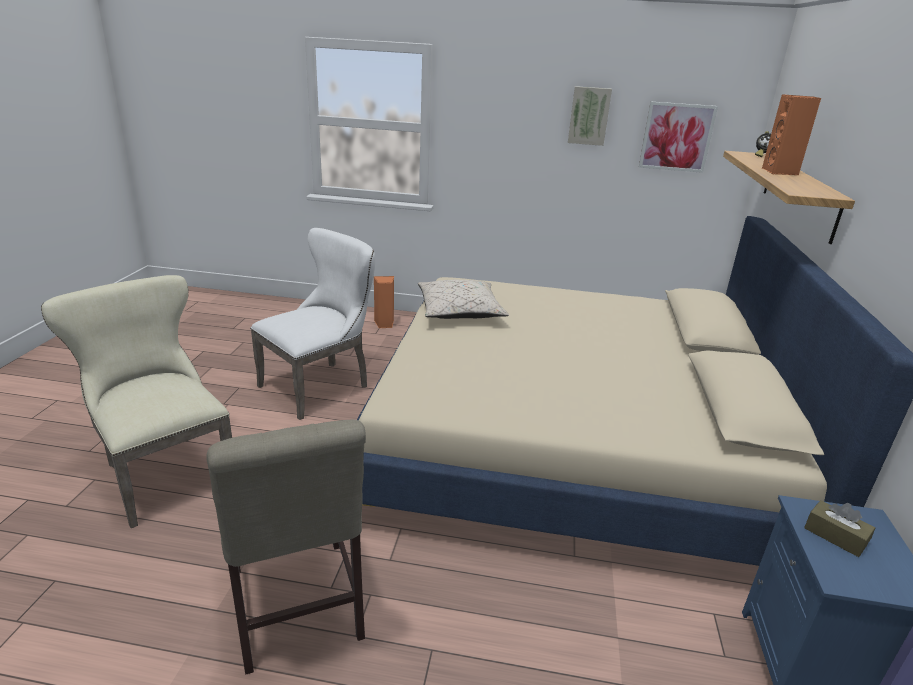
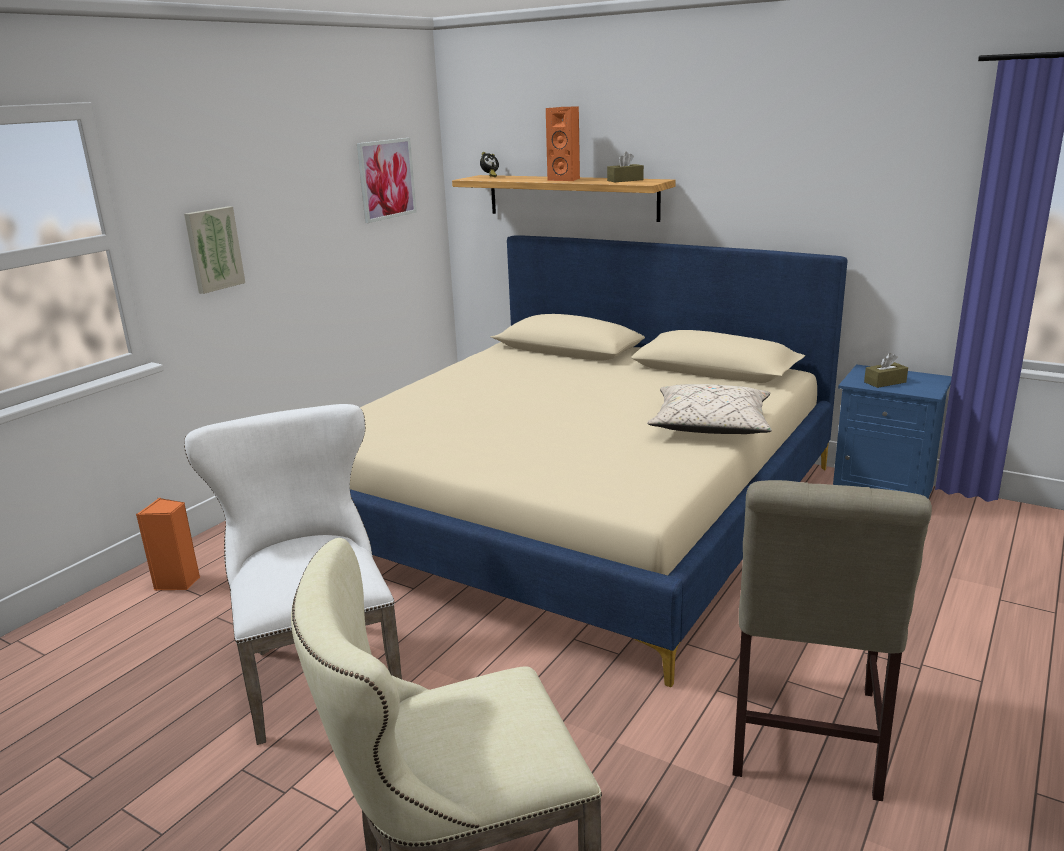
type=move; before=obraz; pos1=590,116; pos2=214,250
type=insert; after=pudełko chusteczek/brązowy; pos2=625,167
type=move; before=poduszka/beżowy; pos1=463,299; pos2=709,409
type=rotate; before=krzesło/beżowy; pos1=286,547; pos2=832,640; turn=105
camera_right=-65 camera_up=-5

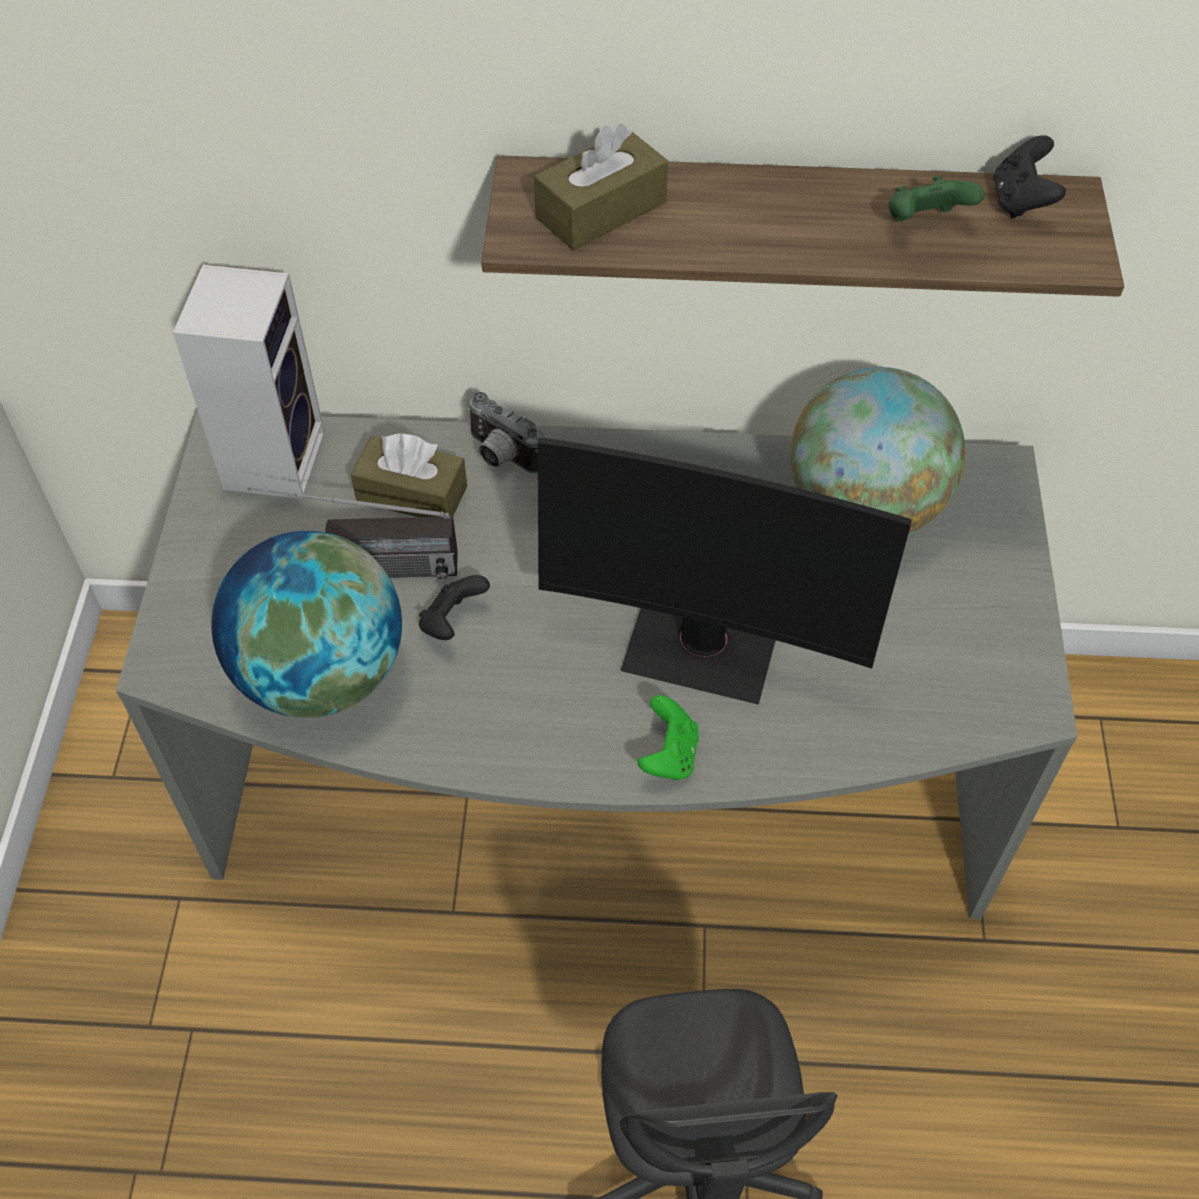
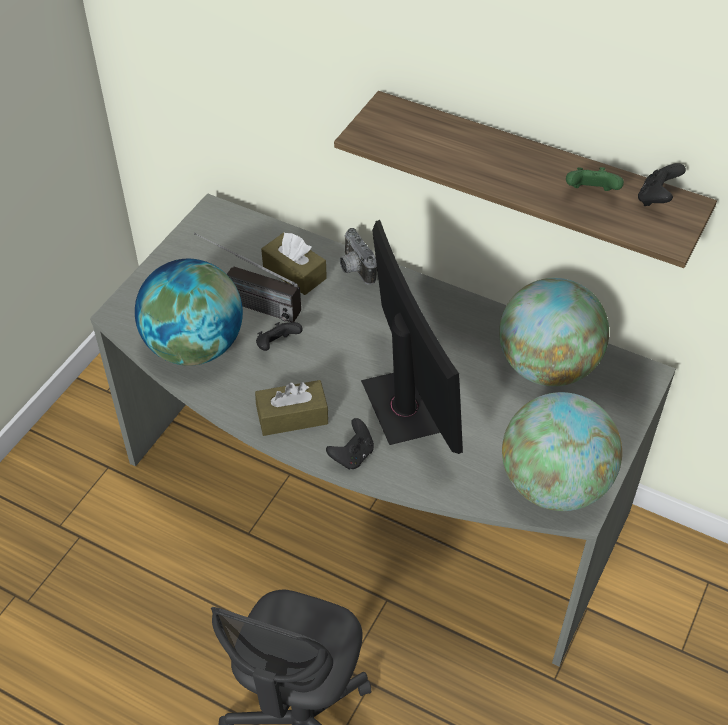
type=move; before=pudełko chusteczek/brązowy; pos1=601,187; pos2=291,408
type=recolor; before=pad do gier/zielony; after=pad do gier/czarny; pos1=668,737; pos2=350,443
type=rotate; before=monitor; pos1=725,571; pos2=412,337; turn=-150
type=insert; after=globus; pos2=562,451
type=delete; before=głośnik; pos1=249,382
camera_right=25 camera_up=-5

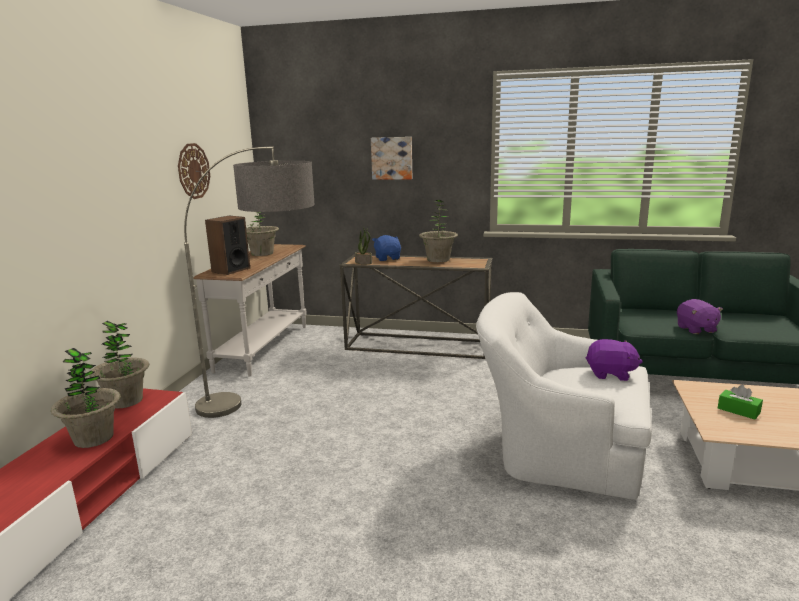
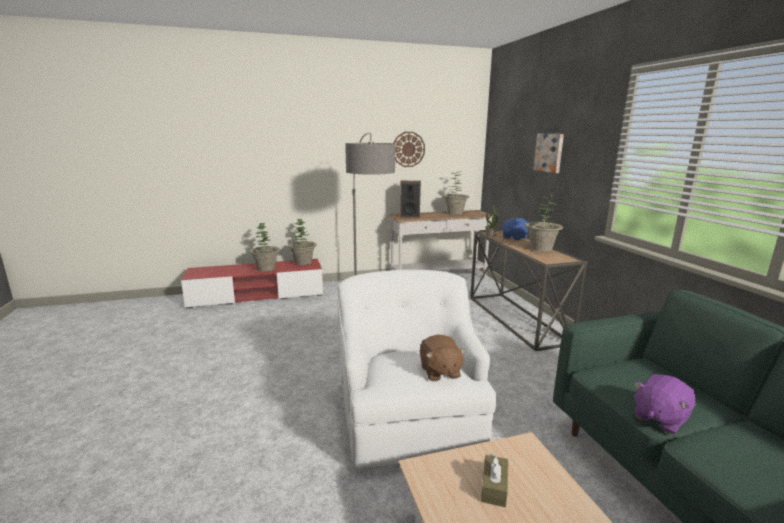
type=recolor; before=pluszak/fioletowy; after=pluszak/brązowy; pos1=614,360; pos2=443,358
type=recolor; before=pudełko chusteczek/zielony; after=pudełko chusteczek/brązowy; pos1=740,402; pos2=494,480
camera_right=60 camera_up=0

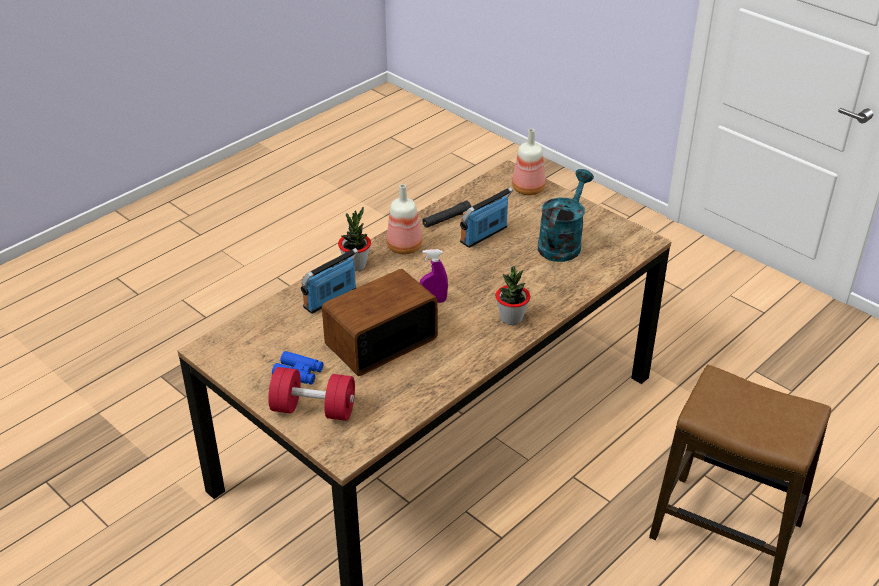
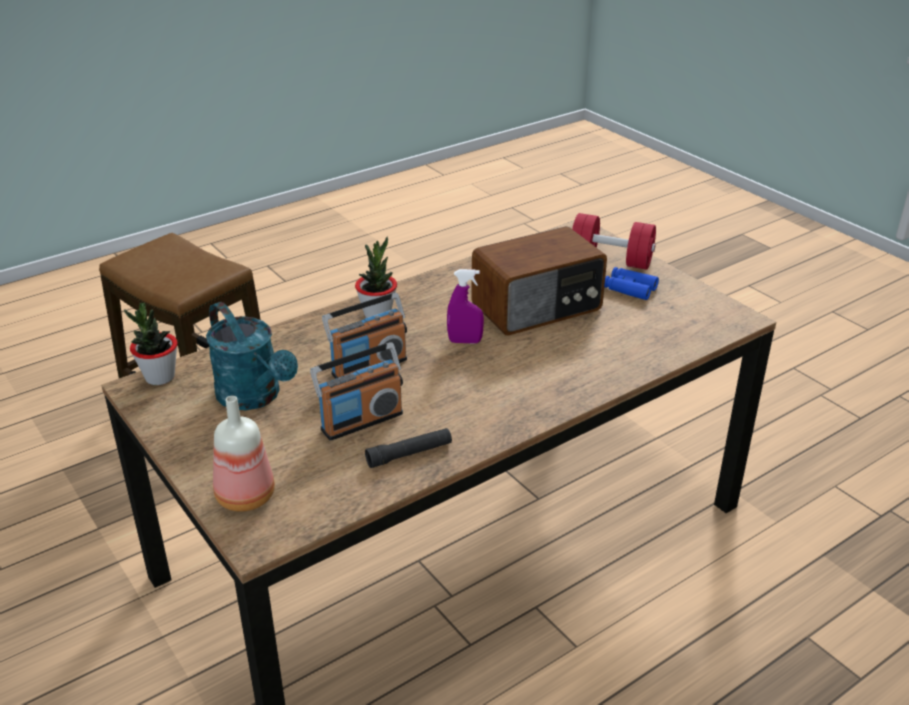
type=move; before=roślina doniczkowa; pos1=354,239; pos2=151,344
type=rotate; before=konewka/turkusowy; pos1=566,215; pos2=252,356; turn=-75
type=move; before=radio; pos1=329,281; pos2=364,336
type=delete; before=butelka; pos1=404,219
camera_right=-170 camera_up=-5

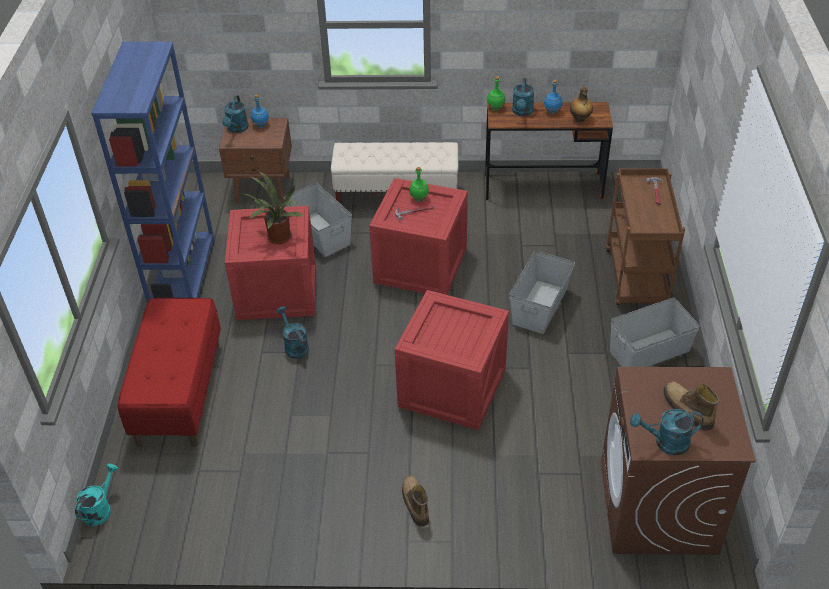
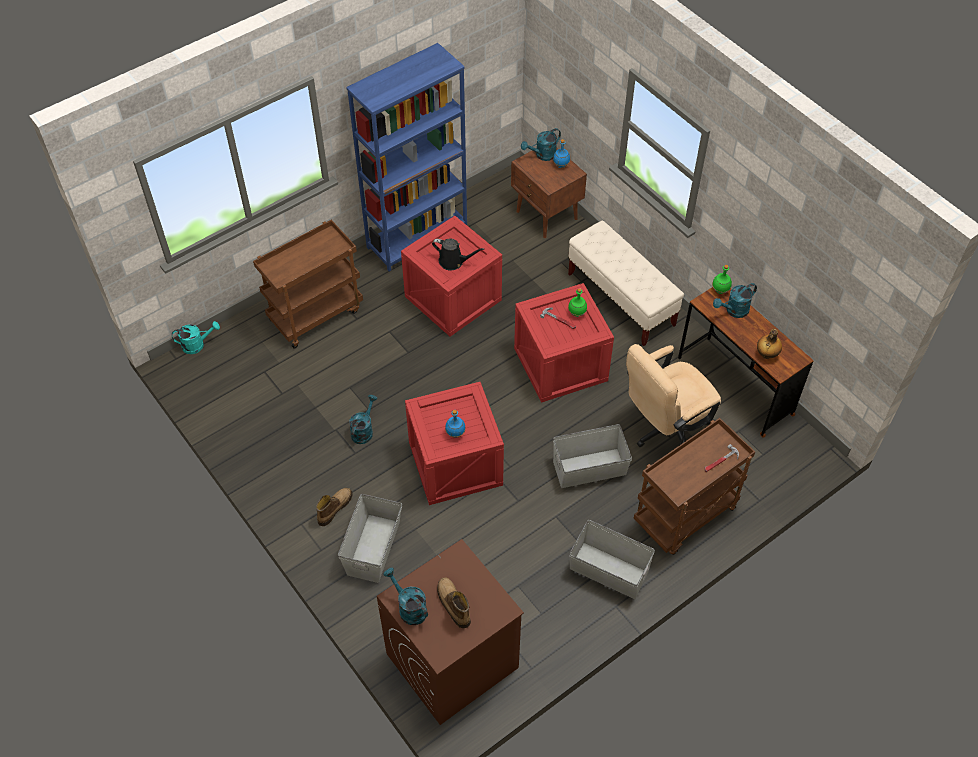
type=replace; before=ławka/czerwony; after=wózek/brązowy; pos1=169,372; pos2=308,284
type=move; before=pojemnik do przechowywania/szary; pos1=318,220; pos2=370,538
type=move; before=konewka/turkusowy; pos1=292,332; pos2=363,419
type=replace; before=roślina doniczkowa; after=konewka/czarny; pos1=273,208; pos2=458,254
type=rotate; before=but z cholewką; pos1=691,406; pos2=454,603; turn=-45
type=move; before=butelka/niebieski; pos1=553,97; pos2=455,424
type=insert; after=krzesło biurowe/beżowy; pos2=673,395
camera_right=50 camera_up=10

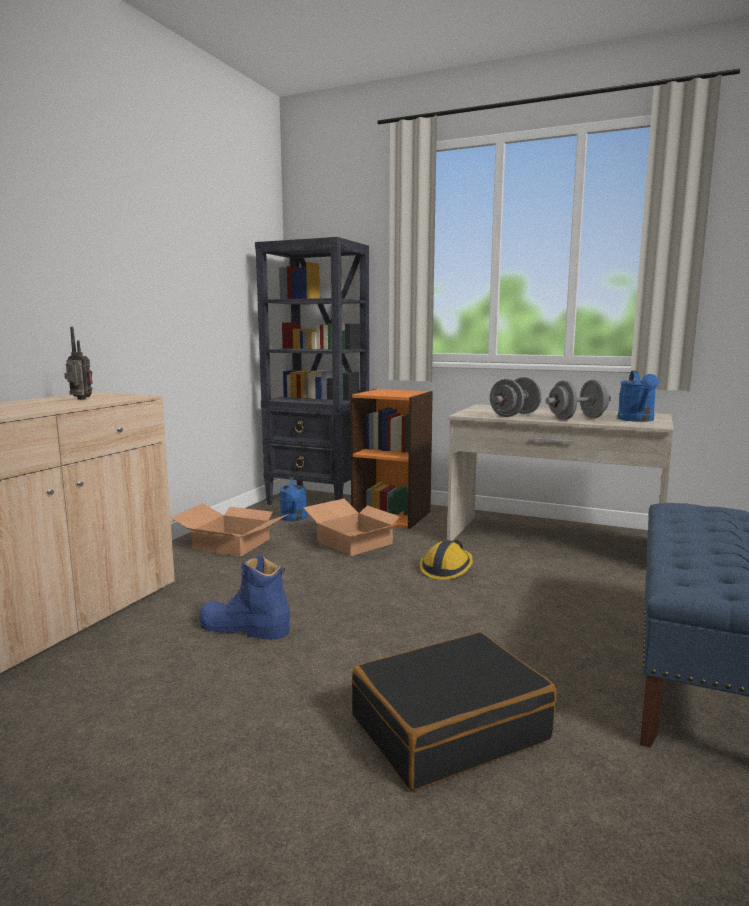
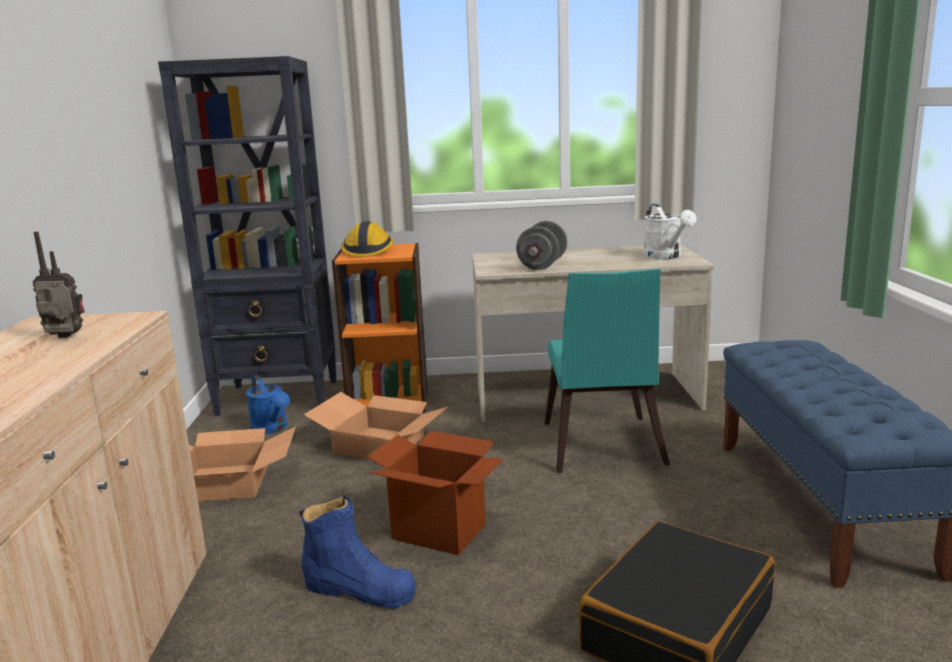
type=rotate; before=but z cholewką/niebieski; pos1=244,597; pos2=357,552; turn=-150
type=move; before=kask; pos1=446,560; pos2=367,239
type=insert; after=karton; pos2=435,493
type=insert; after=krzesło/turkusowy; pos2=607,371
type=recolor; before=konewka/niebieski; after=konewka/biały; pos1=638,396; pos2=670,231
type=delete; before=hantel/szary; pos1=578,400
camera_right=-25 camera_up=5

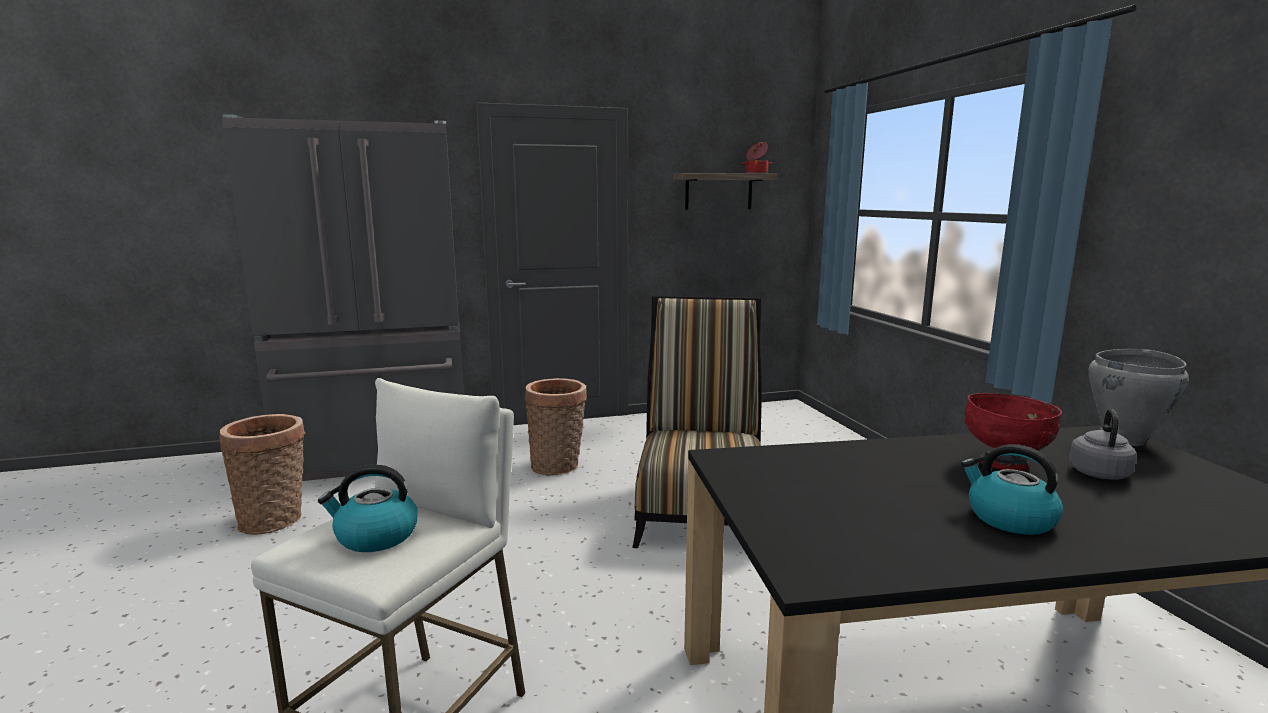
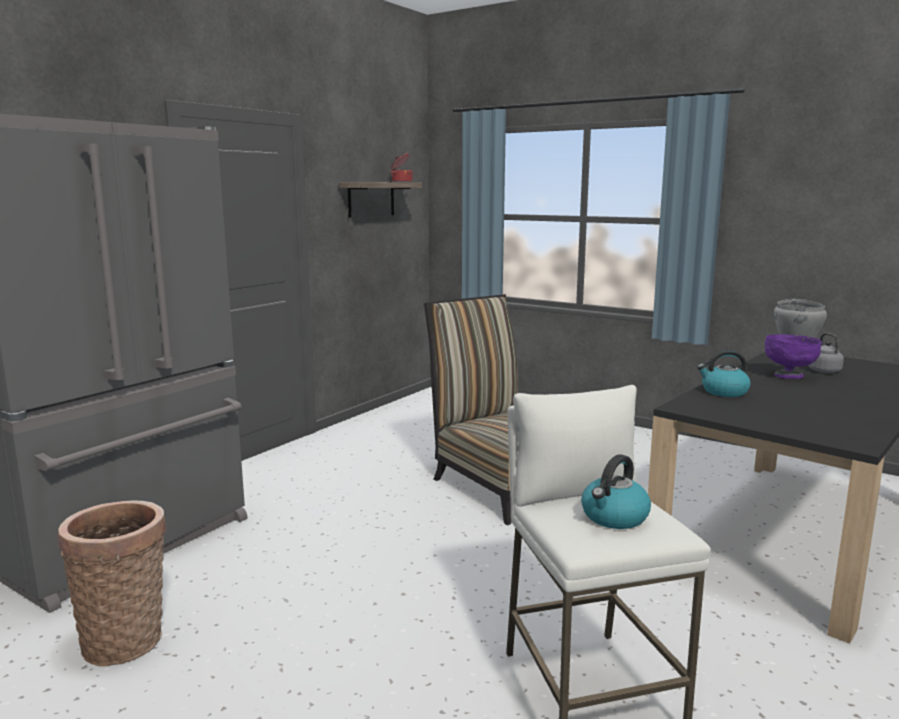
type=move; before=czajnik; pos1=1012,489; pos2=724,373
type=recolor; before=miska/czerwony; after=miska/fioletowy; pos1=1013,432; pos2=793,356
type=delete; before=koszyk; pos1=556,427
camera_right=-40 camera_up=0

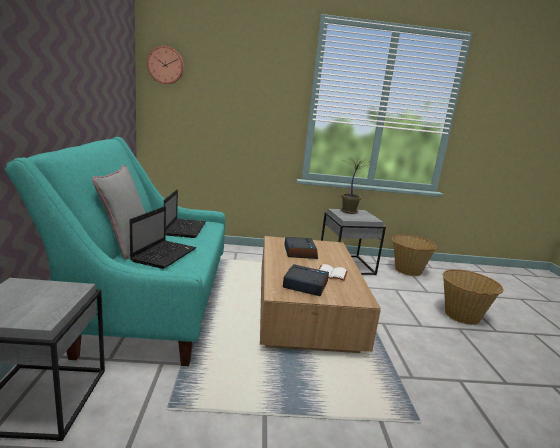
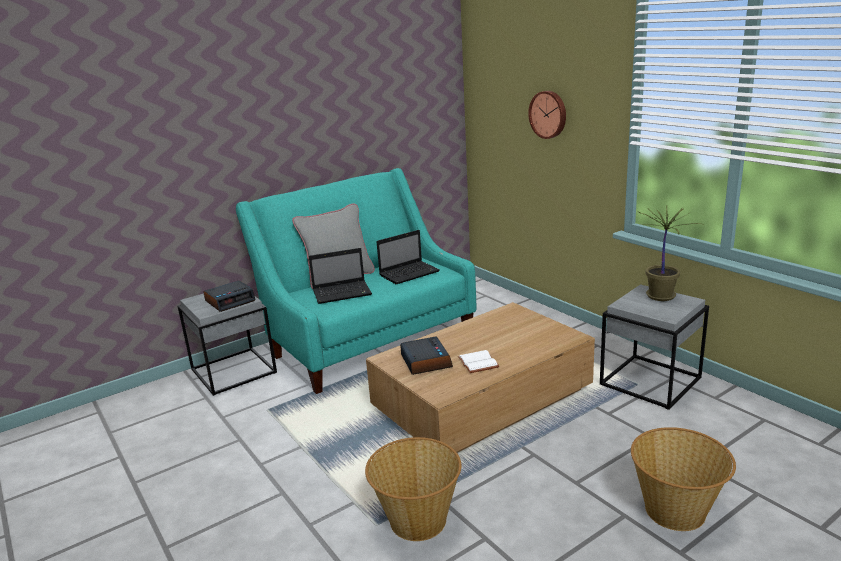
type=move; before=budzik; pos1=301,248; pos2=229,296
type=move; before=koszyk; pos1=414,255; pos2=413,489
type=move; before=zegar ścienny; pos1=165,65; pos2=547,115
camera_right=60 camera_up=5

